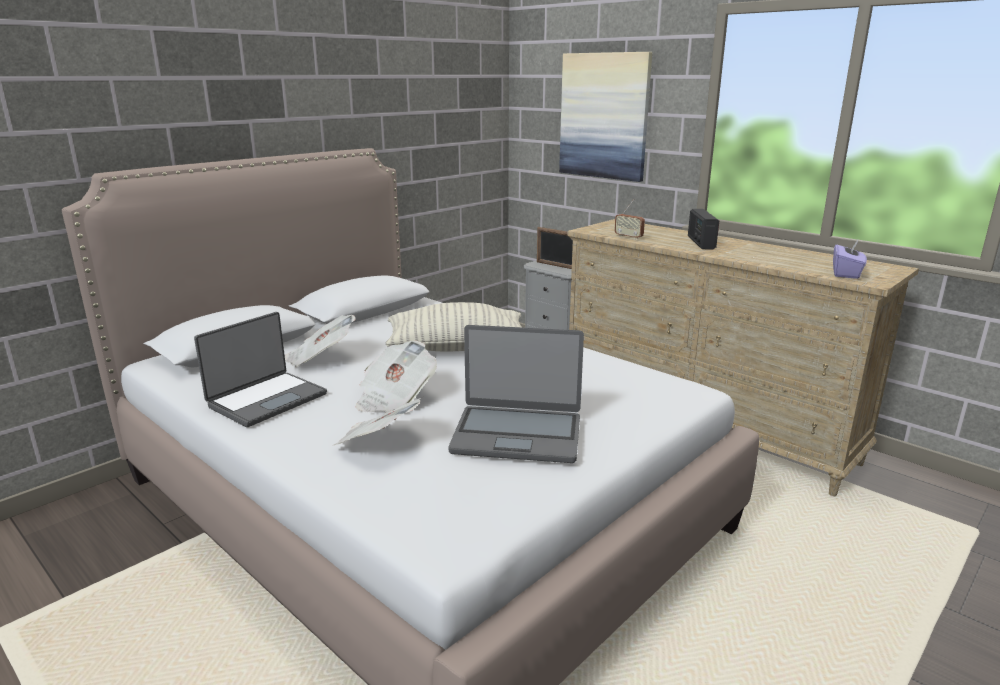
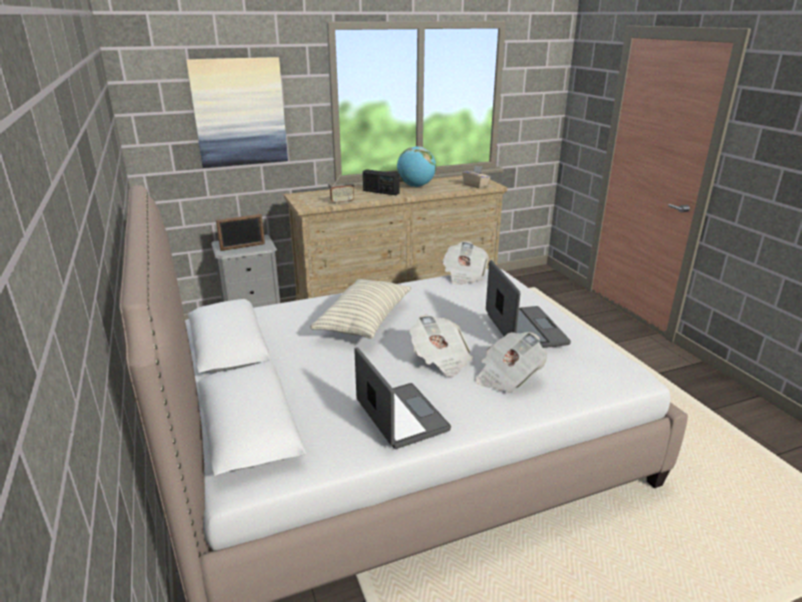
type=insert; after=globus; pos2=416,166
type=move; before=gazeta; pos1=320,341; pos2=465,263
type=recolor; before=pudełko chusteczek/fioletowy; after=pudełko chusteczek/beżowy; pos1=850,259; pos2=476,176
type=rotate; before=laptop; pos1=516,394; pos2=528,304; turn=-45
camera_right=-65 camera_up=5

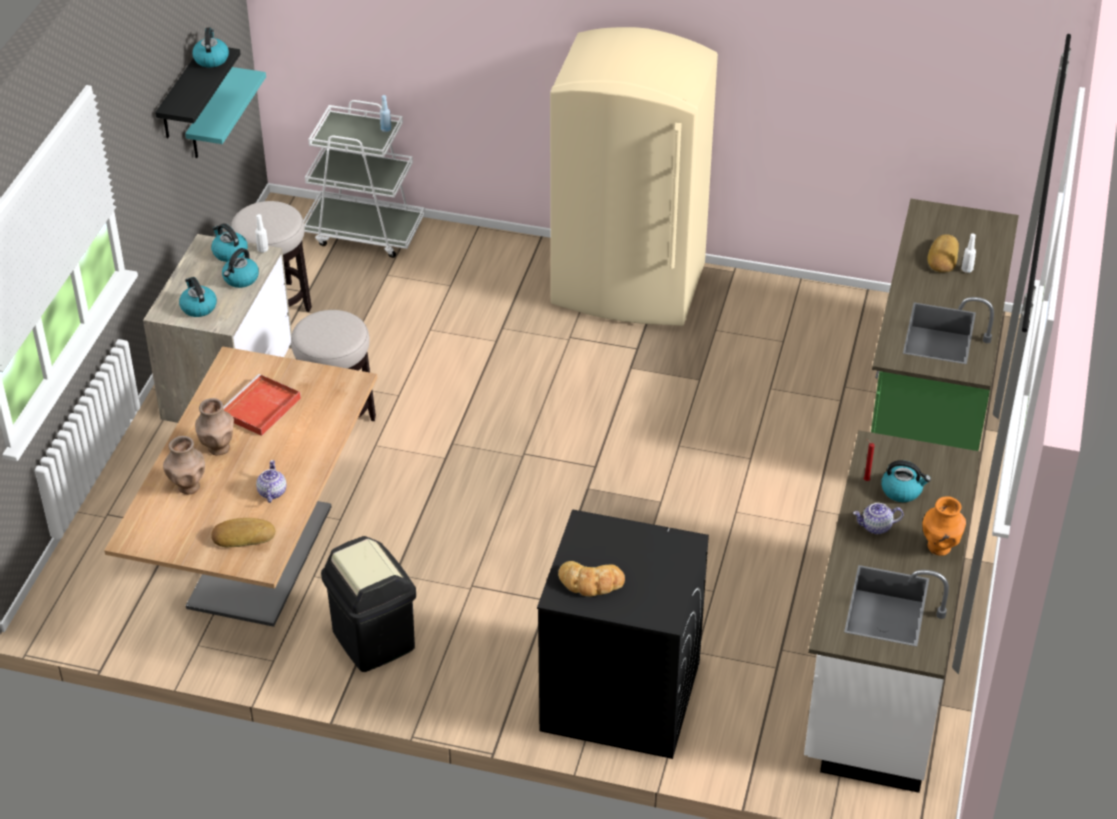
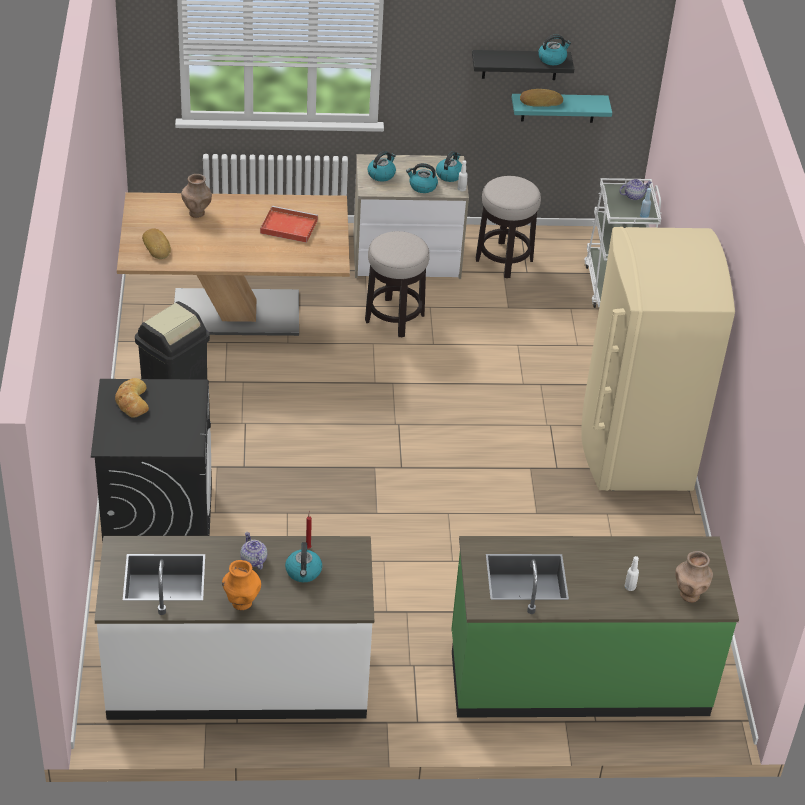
type=move; before=chleb; pos1=943,253; pos2=541,98
type=move; before=imbryk; pos1=271,481; pos2=635,189
type=move; before=wazon/brązowy; pos1=214,426; pos2=694,577
camera_right=70 camera_up=0

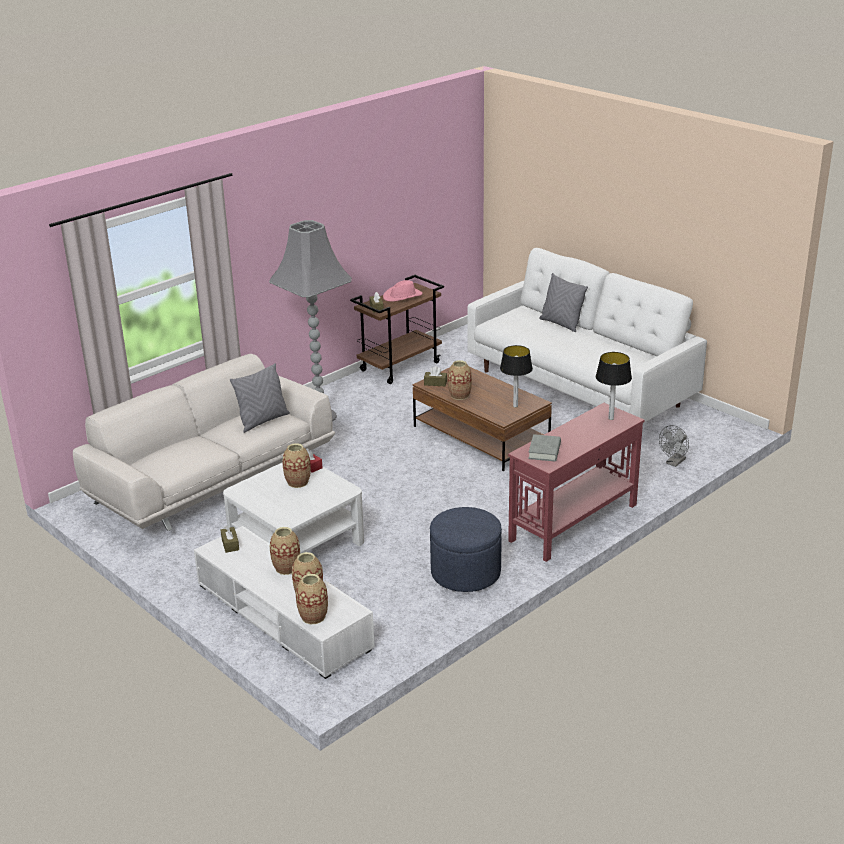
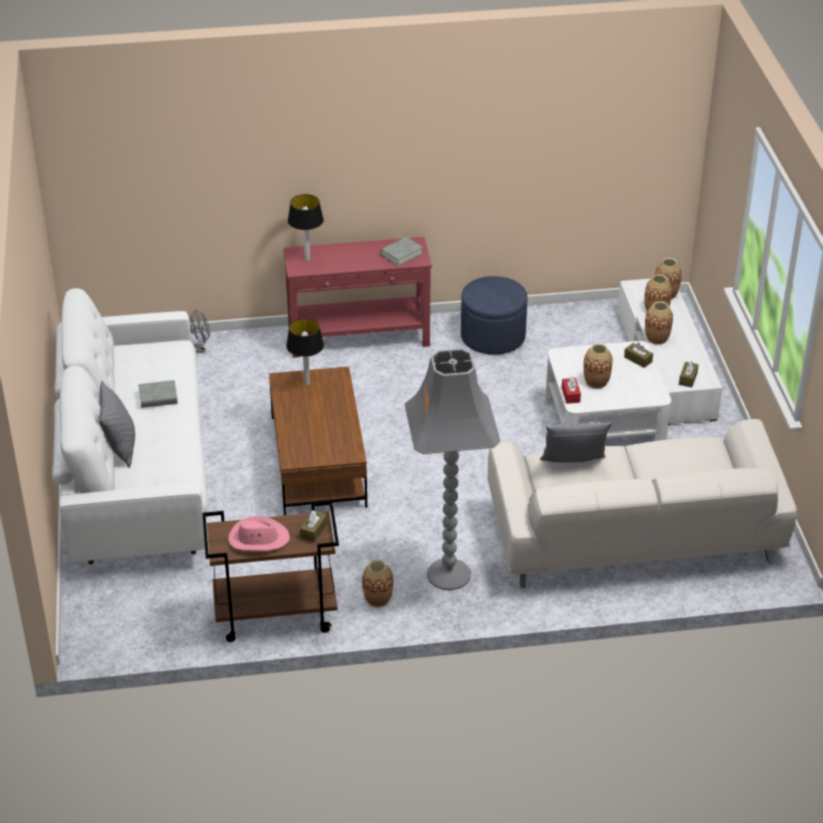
type=insert; after=książka/szary; pos2=158,394
type=move; before=wazon; pos1=460,380; pos2=377,583
type=move; before=pudełko chusteczek/brązowy; pos1=435,376; pos2=638,355
camera_right=-145 camera_up=10

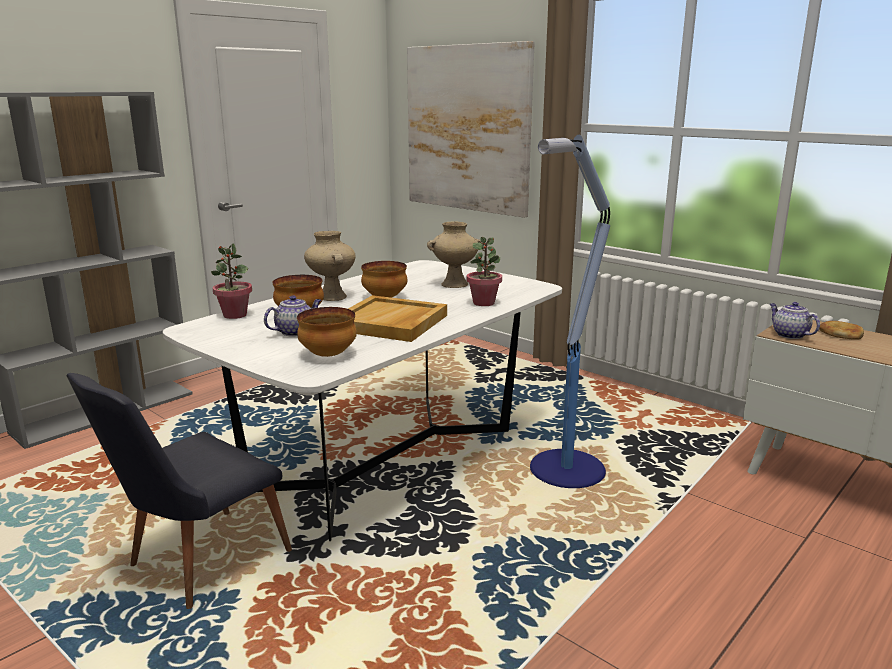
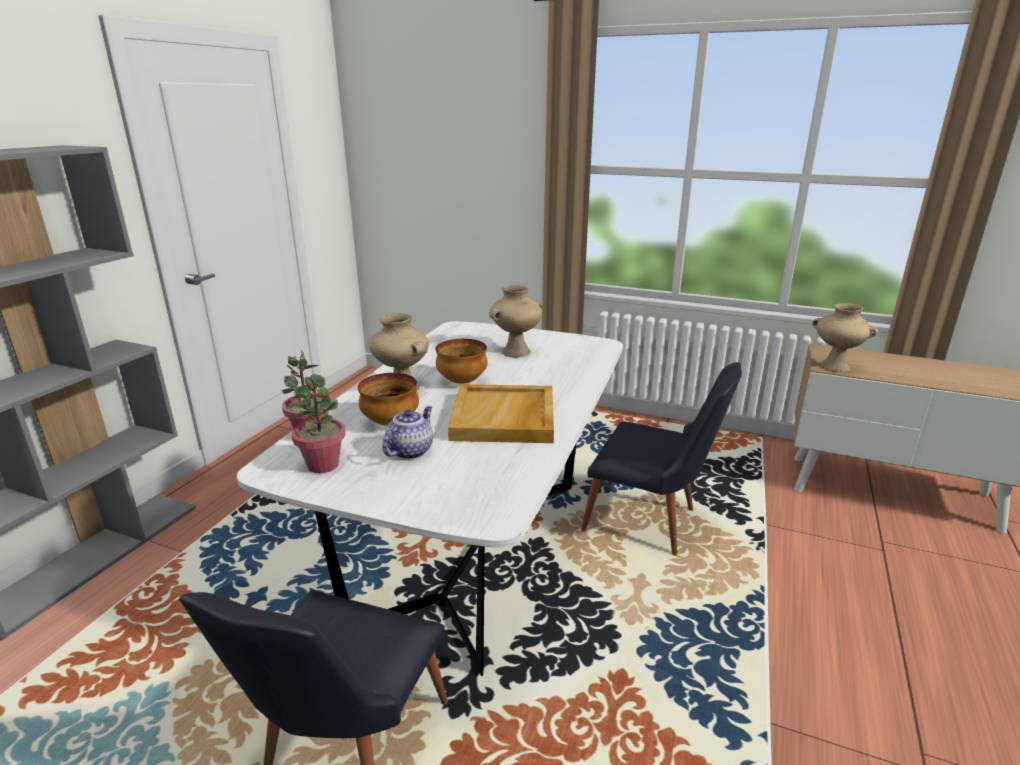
type=move; before=roślina doniczkowa; pos1=484,271; pos2=318,425
type=replace; before=lampa stojąca; after=krzesło/czarny; pos1=570,311; pos2=661,459
type=replace; before=imbryk; after=wazon/beżowy; pos1=795,320; pos2=845,337
type=delete; before=miska; pos1=327,332
type=delete; before=obraz; pos1=471,129
type=delete; before=chleb; pos1=841,330
camera_right=-20 camera_up=5

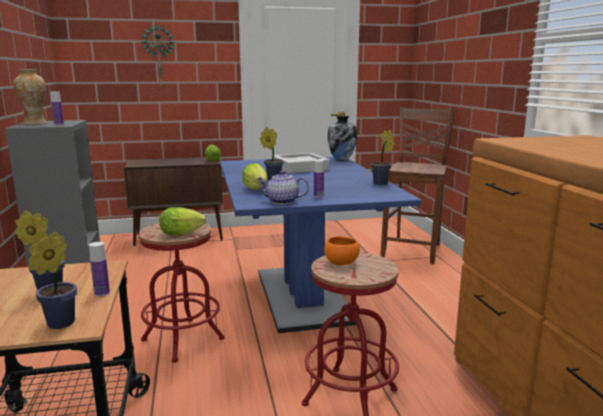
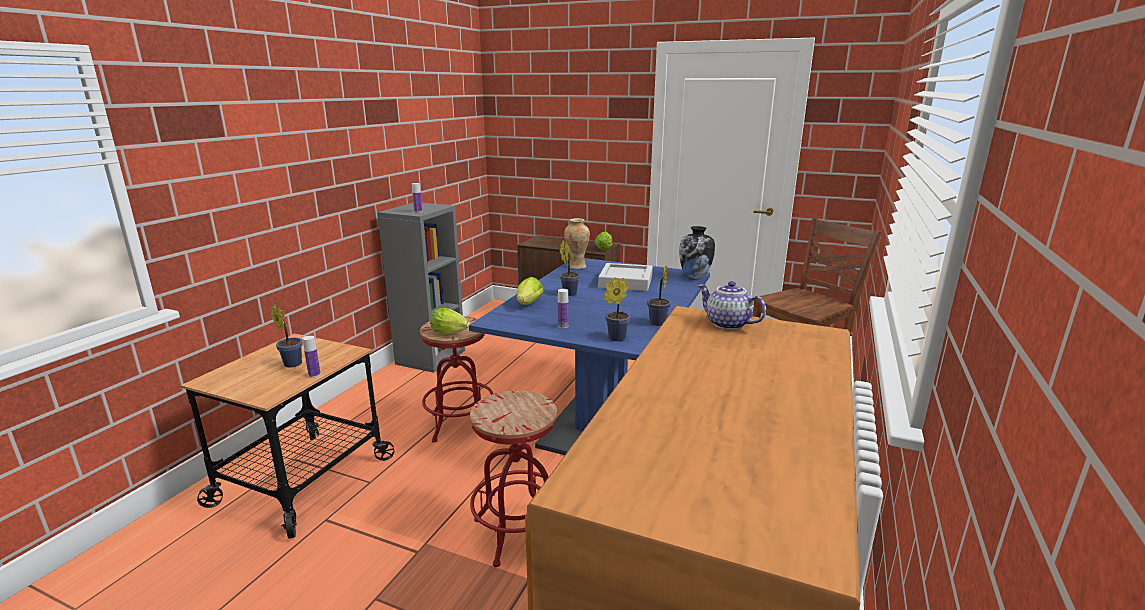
type=move; before=wazon; pos1=30,97; pos2=577,243
type=move; before=roślina doniczkowa; pos1=53,280; pos2=617,309
type=move; before=imbryk; pos1=282,187; pos2=732,305
type=delete; before=zegar ścienny; pos1=158,56
type=delete; before=miska/pomarańczowy; pos1=342,251
camera_right=35 camera_up=5

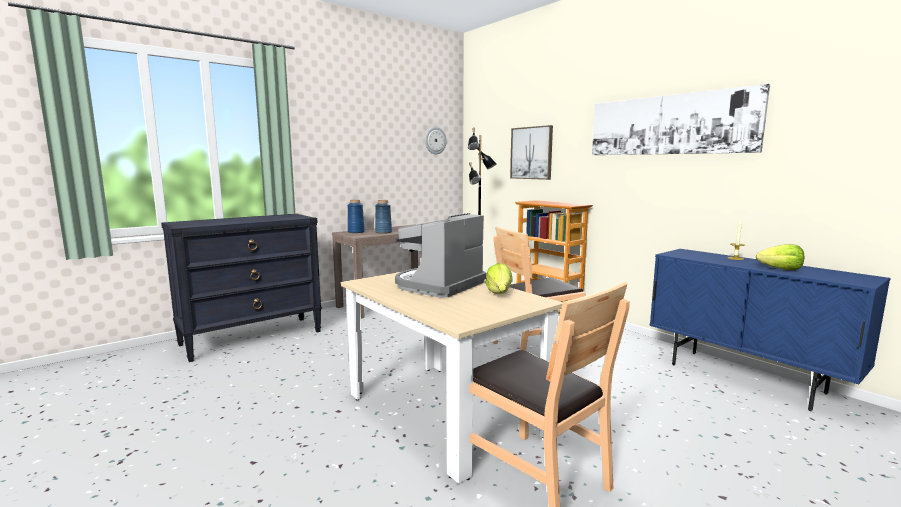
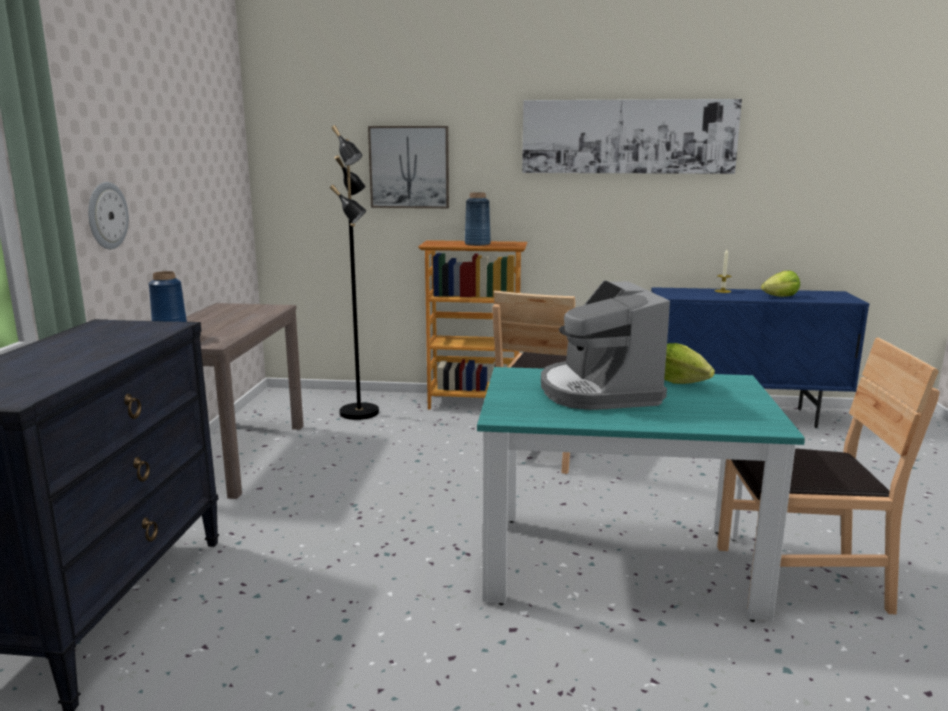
type=move; before=zegar ścienny; pos1=436,140; pos2=108,215
type=move; before=wazon/niebieski; pos1=383,217; pos2=478,219
type=recolor; before=stół jadalny/beżowy; after=stół jadalny/turkusowy; pos1=452,378; pos2=641,494
camera_right=-45 camera_up=5

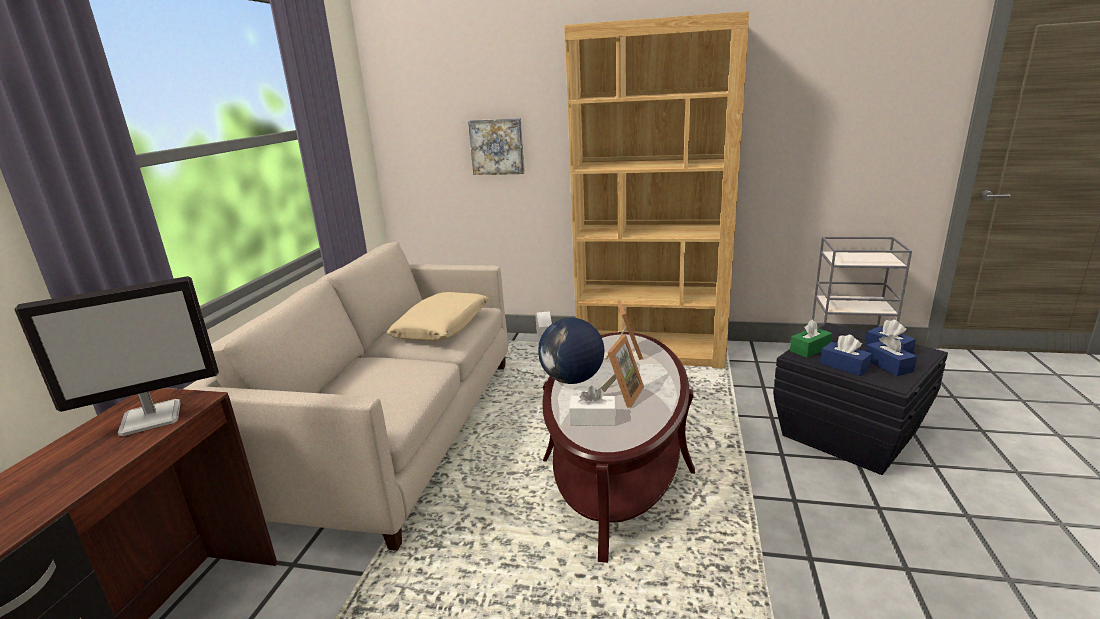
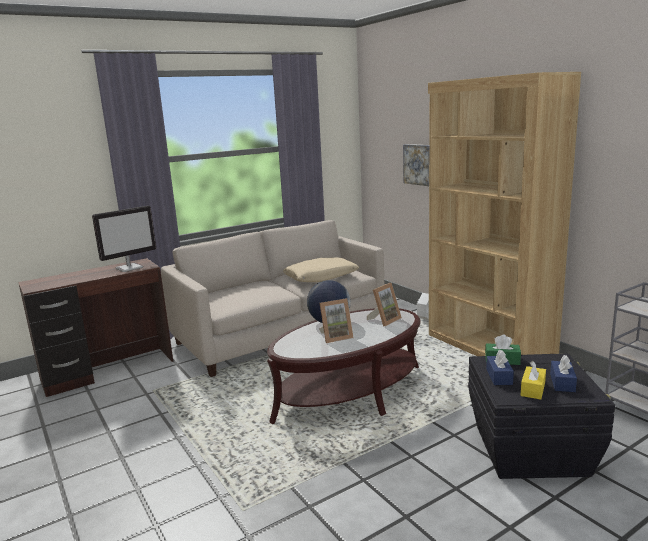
type=rotate; before=monitor; pos1=116,356; pos2=124,239; turn=-60
type=recolor; before=pudełko chusteczek/niebieski; after=pudełko chusteczek/żółty; pos1=891,355; pos2=533,380
type=delete; before=pudełko chusteczek/biały; pos1=592,406
camera_right=45 camera_up=-5

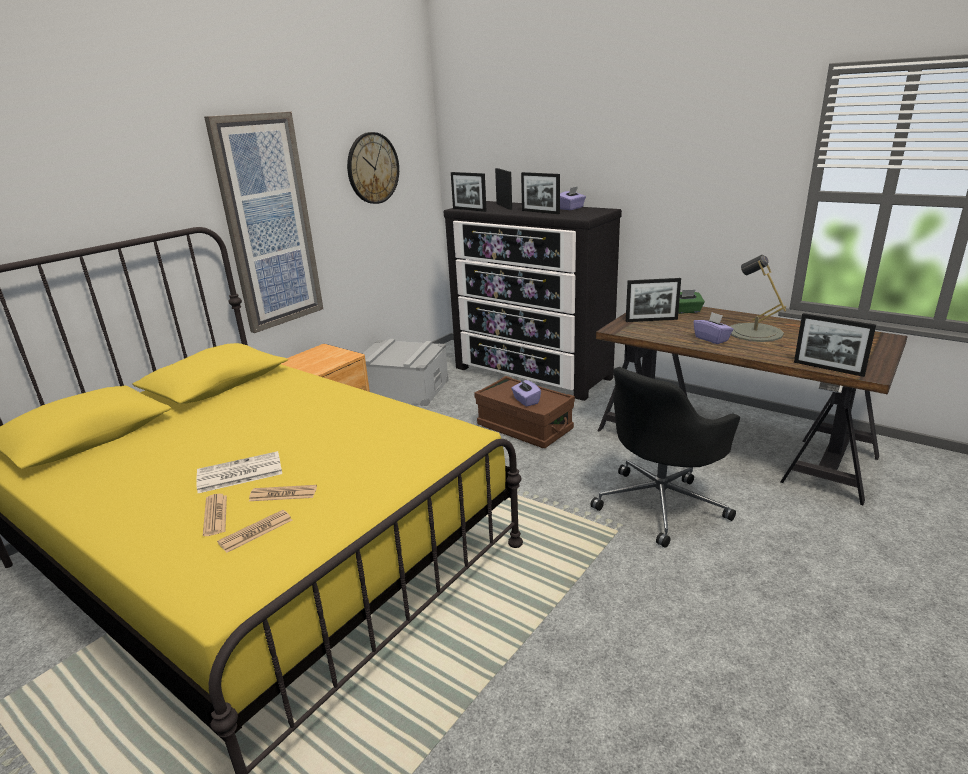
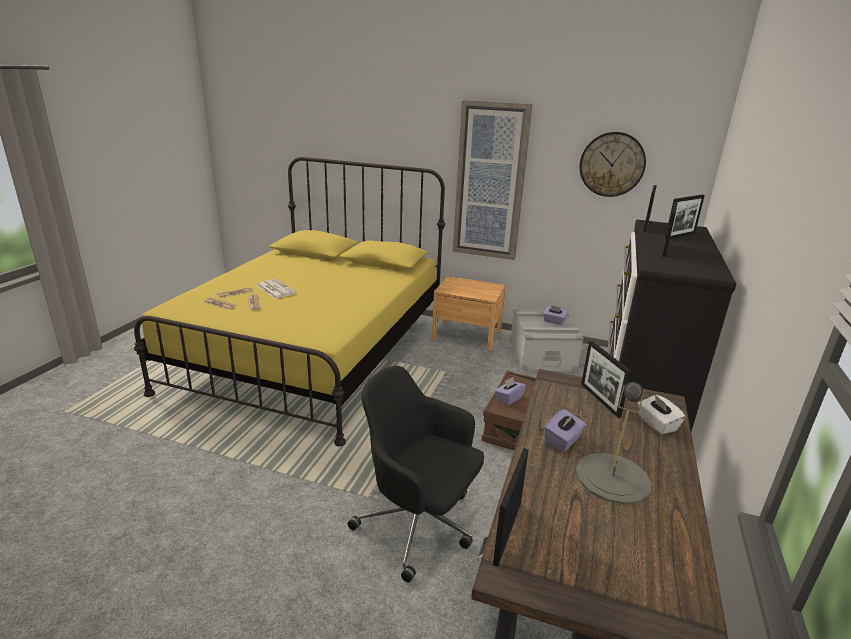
type=move; before=pudełko chusteczek/fioletowy; pos1=573,198; pos2=555,315
type=recolor; before=pudełko chusteczek/zielony; after=pudełko chusteczek/biały; pos1=691,302; pos2=662,414
camera_right=70 camera_up=0

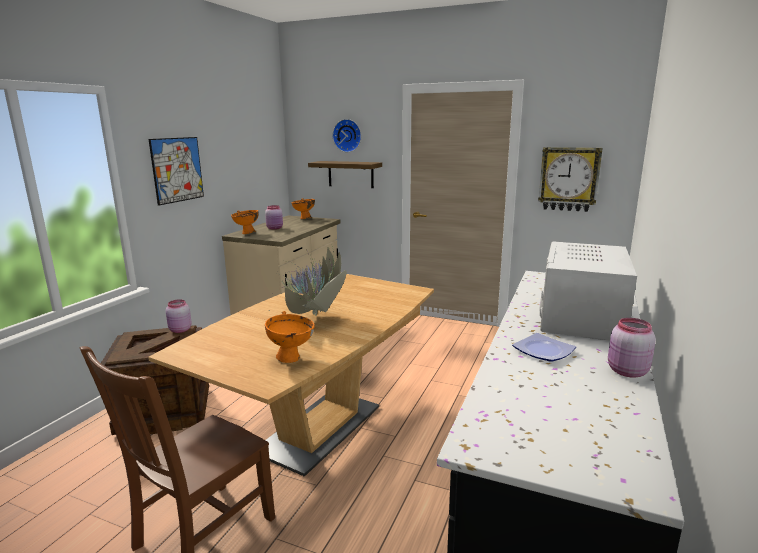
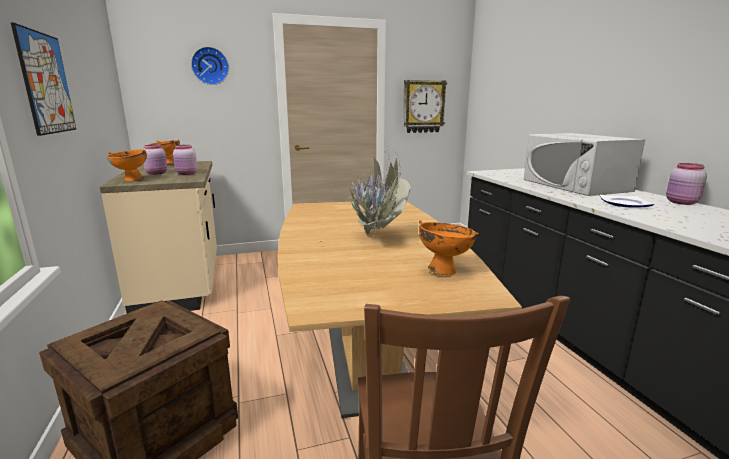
type=move; before=słoik/różowy; pos1=179,316; pos2=185,160
type=delete; before=półka; pos1=345,174
camera_right=-40 camera_up=0

